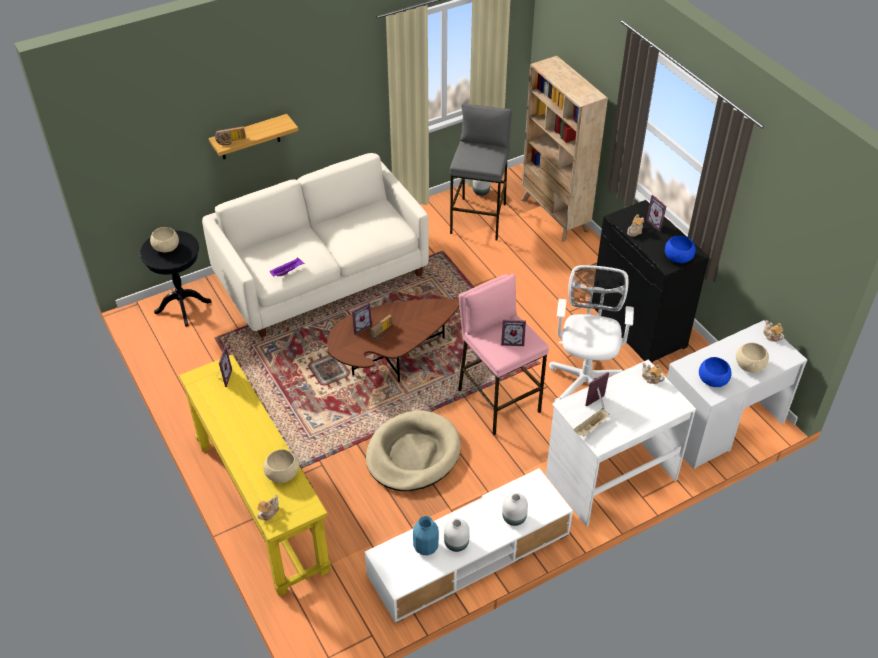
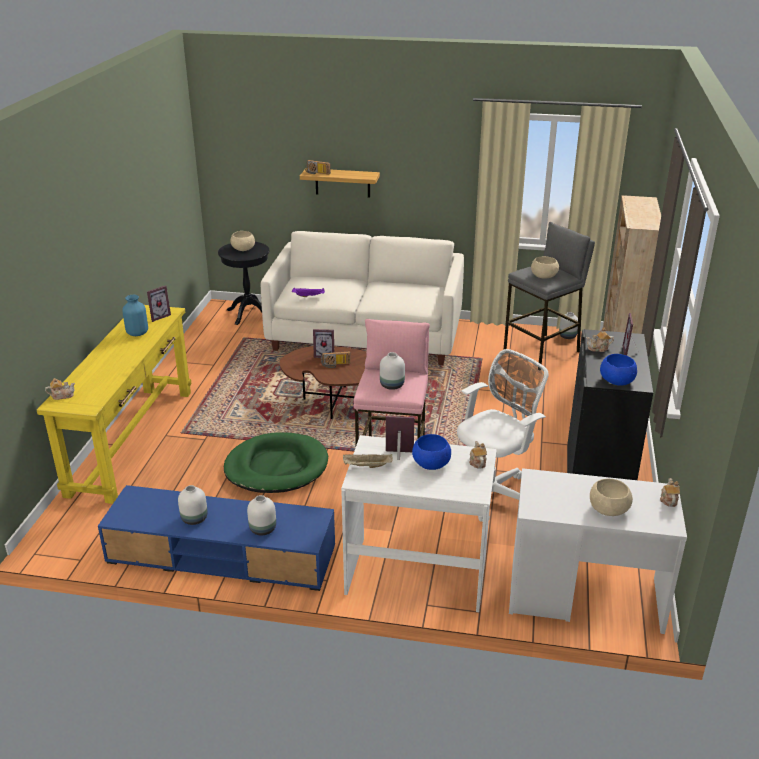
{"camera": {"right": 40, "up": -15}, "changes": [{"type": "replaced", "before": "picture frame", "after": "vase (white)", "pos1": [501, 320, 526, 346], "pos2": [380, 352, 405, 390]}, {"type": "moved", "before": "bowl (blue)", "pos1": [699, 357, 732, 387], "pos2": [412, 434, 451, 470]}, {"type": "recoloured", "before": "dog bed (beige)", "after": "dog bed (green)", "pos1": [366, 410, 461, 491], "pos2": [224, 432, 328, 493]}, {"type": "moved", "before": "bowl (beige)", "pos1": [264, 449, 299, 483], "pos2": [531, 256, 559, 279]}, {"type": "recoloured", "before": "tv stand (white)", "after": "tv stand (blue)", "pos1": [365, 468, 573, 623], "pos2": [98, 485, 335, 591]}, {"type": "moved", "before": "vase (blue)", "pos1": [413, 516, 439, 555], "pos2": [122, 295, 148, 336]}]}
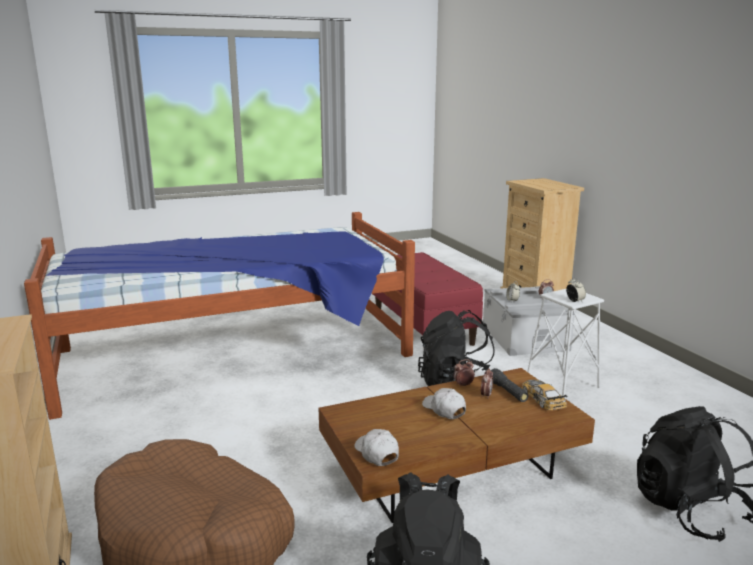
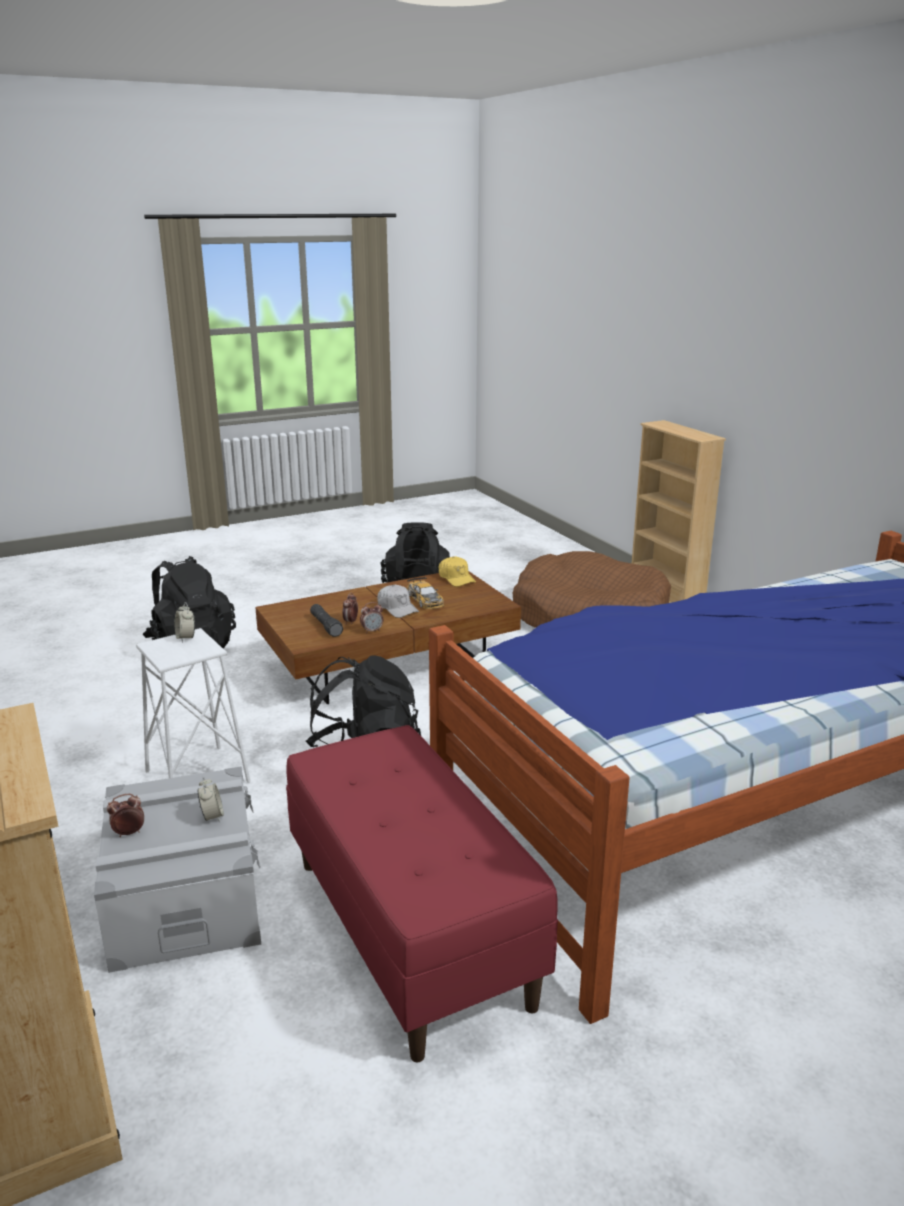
{"camera": {"right": 175, "up": 5}, "changes": [{"type": "moved", "before": "toy car", "pos1": [522, 380, 567, 410], "pos2": [407, 577, 444, 609]}, {"type": "recoloured", "before": "cap (white)", "after": "cap (yellow)", "pos1": [354, 429, 399, 466], "pos2": [439, 556, 476, 587]}]}
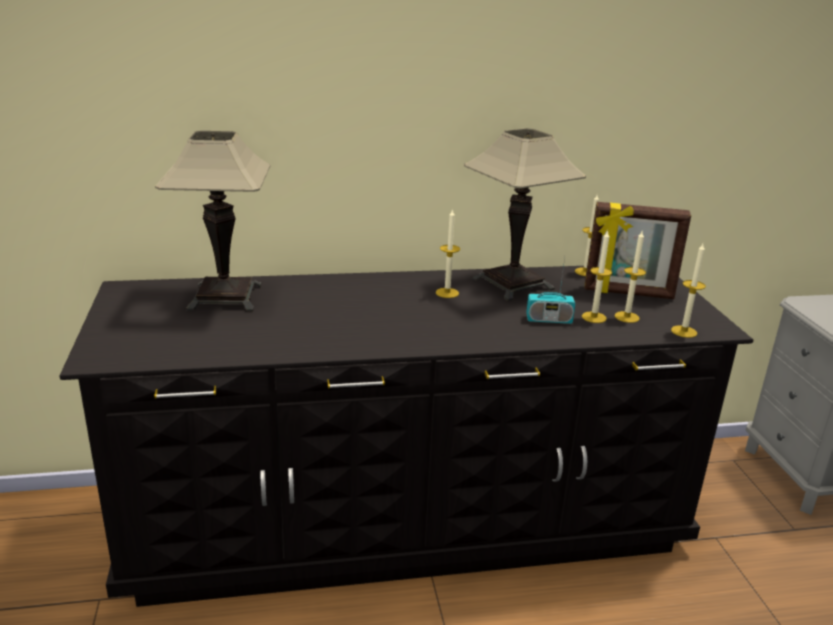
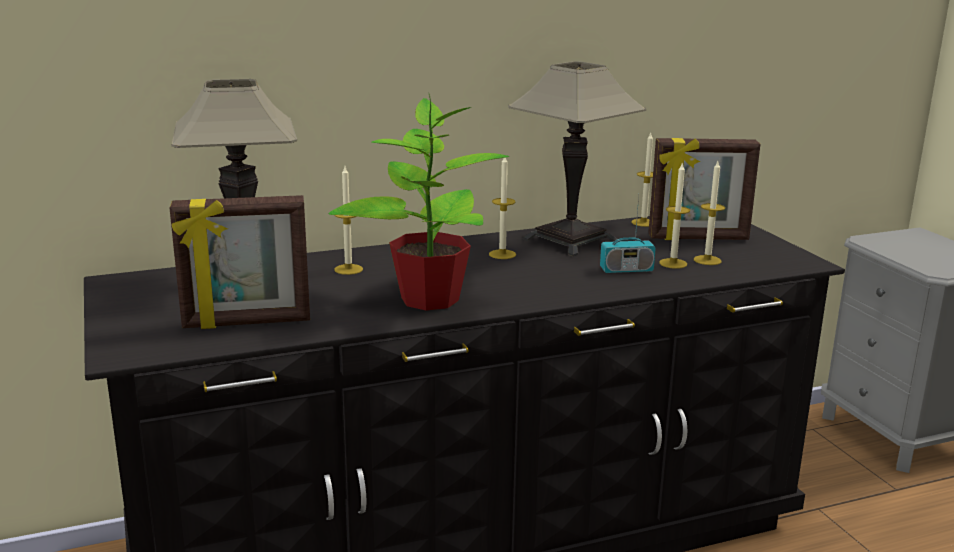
{"camera": {"right": -10, "up": -5}, "changes": [{"type": "moved", "before": "candle", "pos1": [671, 244, 706, 338], "pos2": [334, 167, 363, 275]}, {"type": "added", "after": "potted plant", "pos2": [329, 92, 509, 311]}, {"type": "added", "after": "picture frame", "pos2": [170, 195, 310, 329]}]}
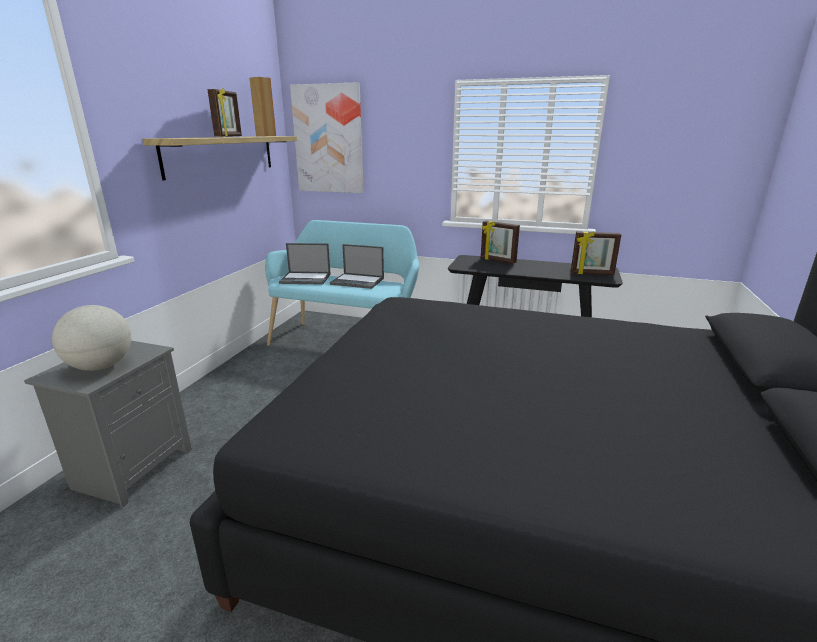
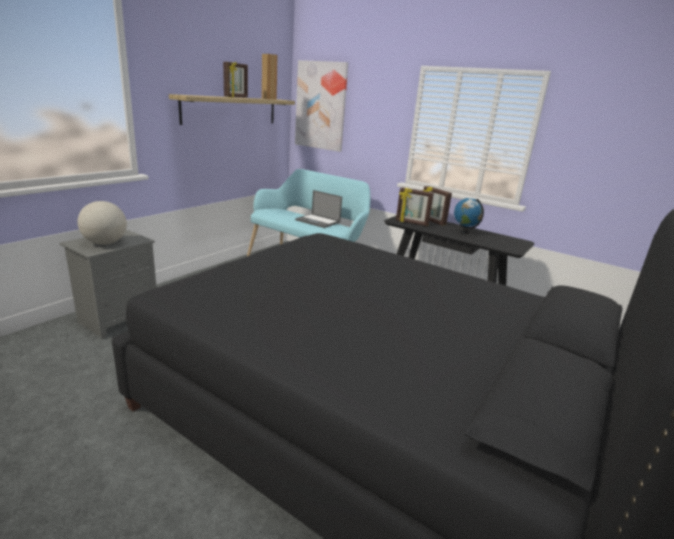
{"camera": {"right": 15, "up": 0}, "changes": [{"type": "moved", "before": "picture frame", "pos1": [571, 231, 621, 275], "pos2": [396, 187, 434, 226]}, {"type": "removed", "before": "laptop", "pos1": [279, 243, 331, 285]}, {"type": "added", "after": "globe", "pos2": [454, 198, 484, 234]}]}
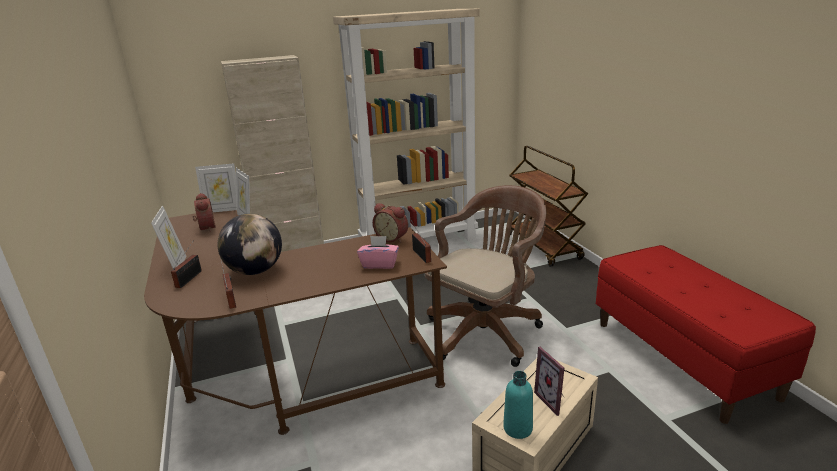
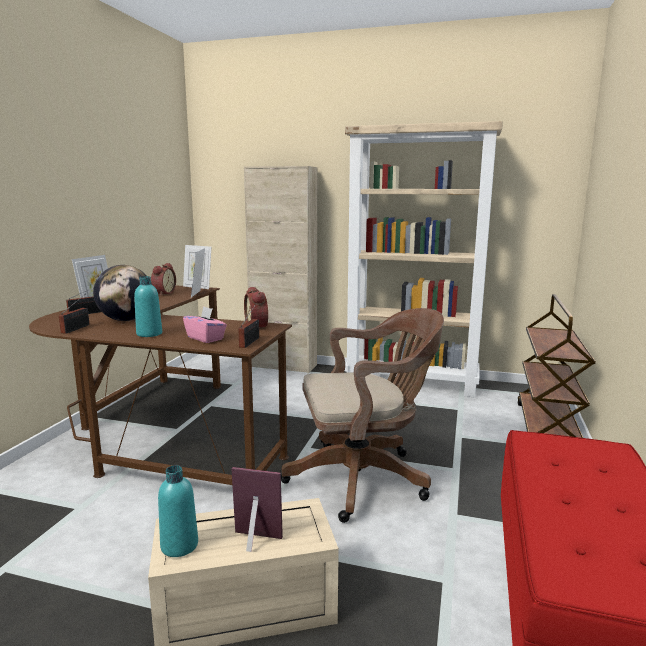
{"camera": {"right": 35, "up": -10}, "changes": [{"type": "turned", "before": "picture frame", "pos1": [534, 347, 565, 416], "pos2": [231, 467, 283, 552], "turn": 90}, {"type": "added", "after": "bottle (turquoise)", "pos2": [134, 276, 162, 337]}]}
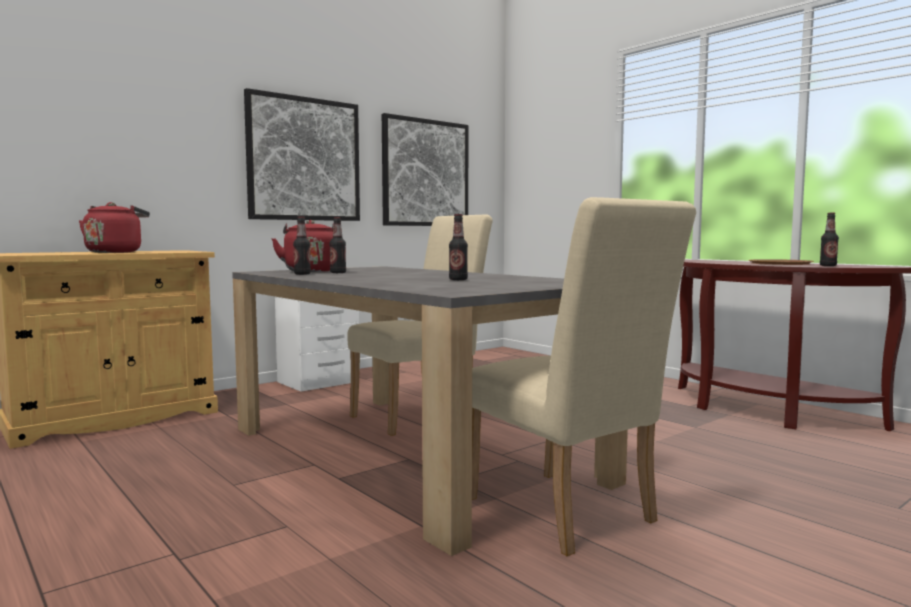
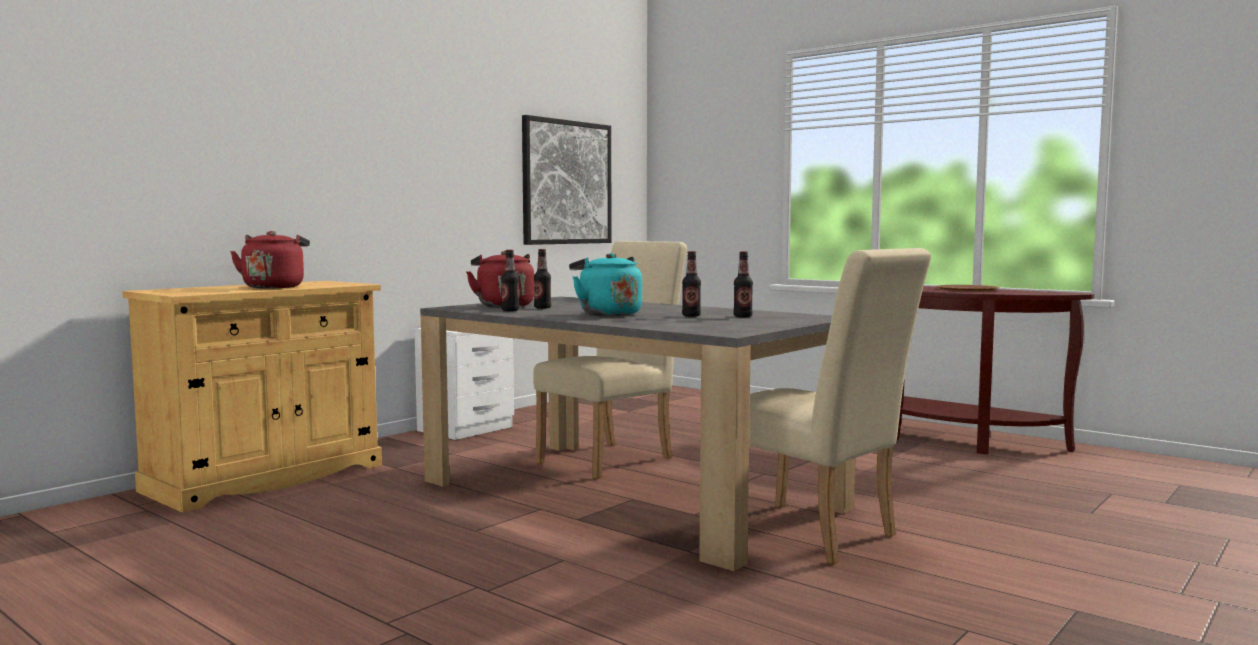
{"camera": {"right": -10, "up": 0}, "changes": [{"type": "removed", "before": "picture", "pos1": [244, 88, 360, 221]}, {"type": "moved", "before": "bottle", "pos1": [820, 213, 839, 266], "pos2": [733, 251, 753, 317]}, {"type": "added", "after": "kettle (turquoise)", "pos2": [569, 253, 642, 316]}]}
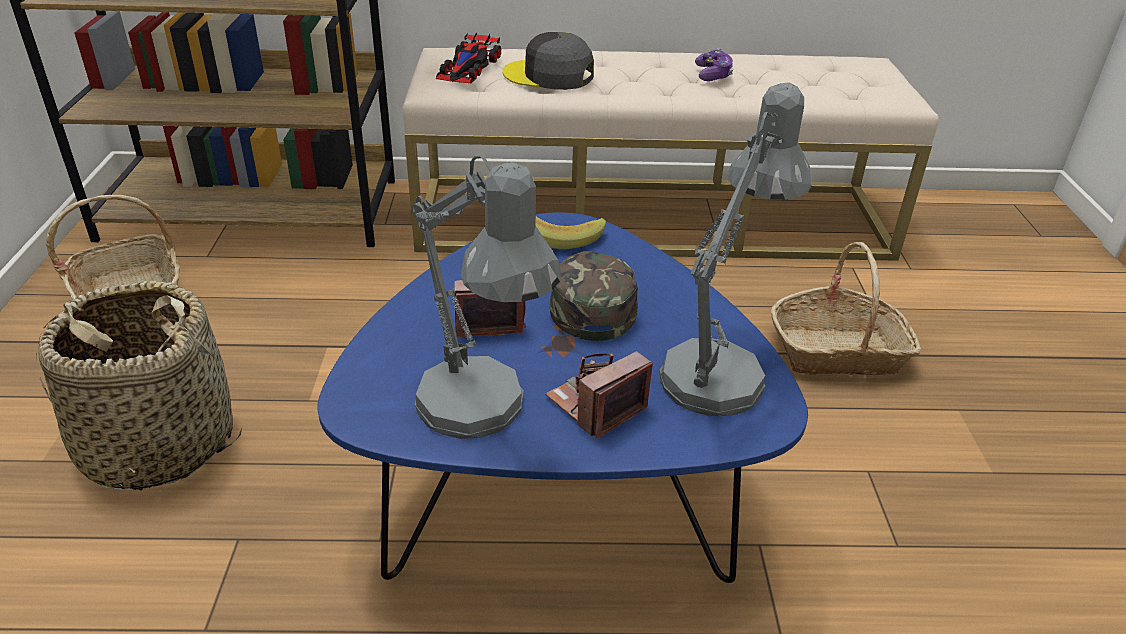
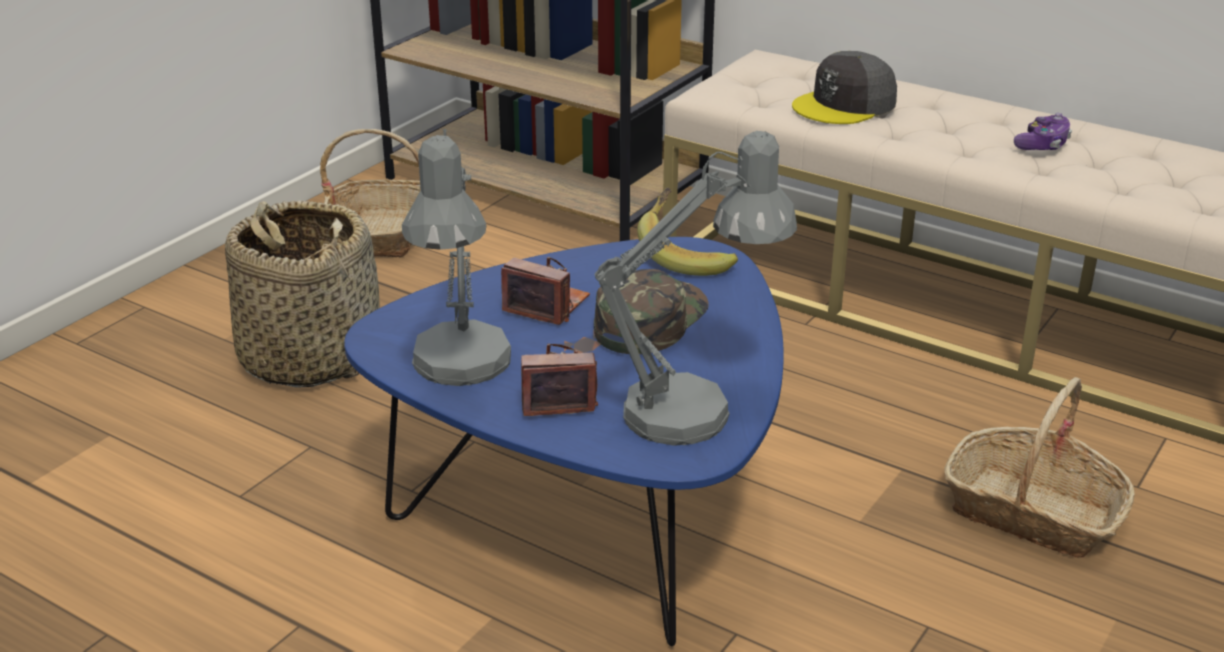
{"camera": {"right": 35, "up": -5}, "changes": [{"type": "removed", "before": "toy car", "pos1": [436, 32, 501, 83]}, {"type": "turned", "before": "cap (grey)", "pos1": [502, 32, 594, 90], "pos2": [792, 51, 897, 124], "turn": -90}]}
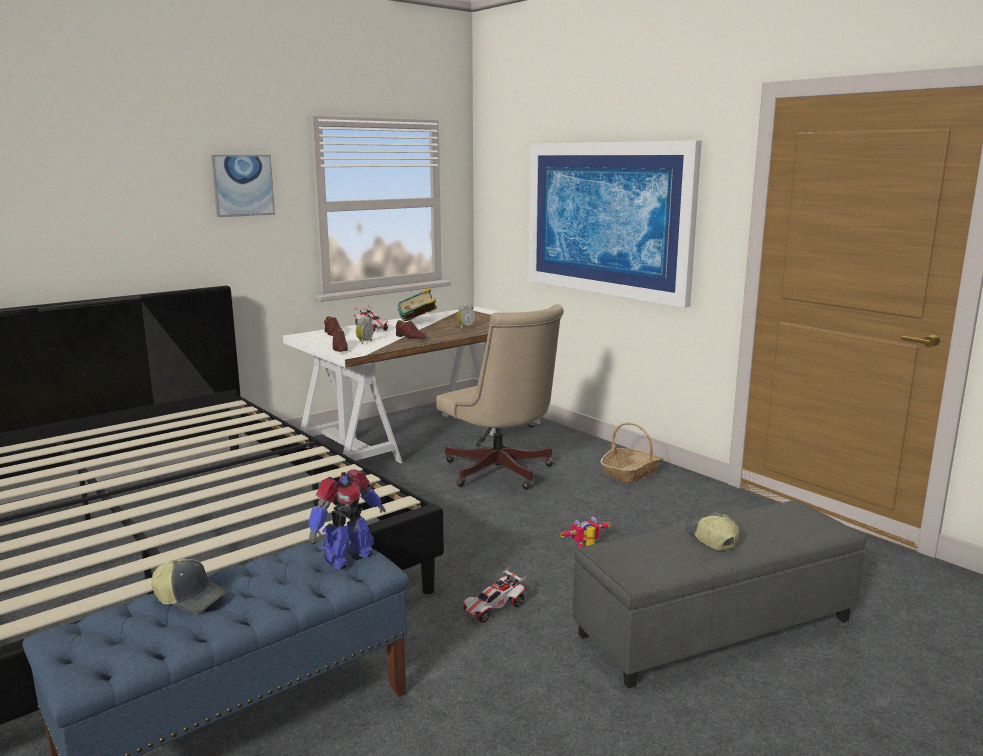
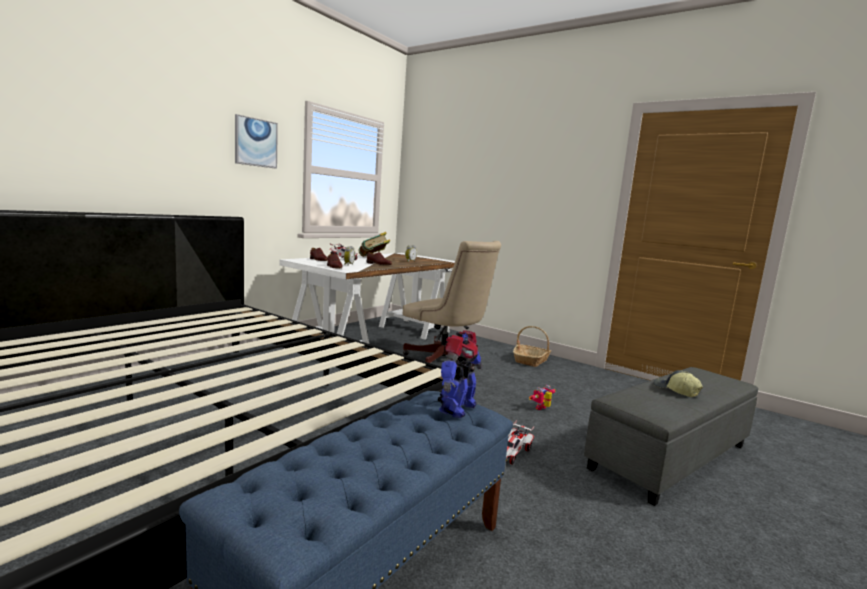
{"camera": {"right": -15, "up": -5}, "changes": [{"type": "removed", "before": "picture", "pos1": [528, 140, 702, 308]}, {"type": "removed", "before": "cap", "pos1": [151, 559, 227, 613]}]}
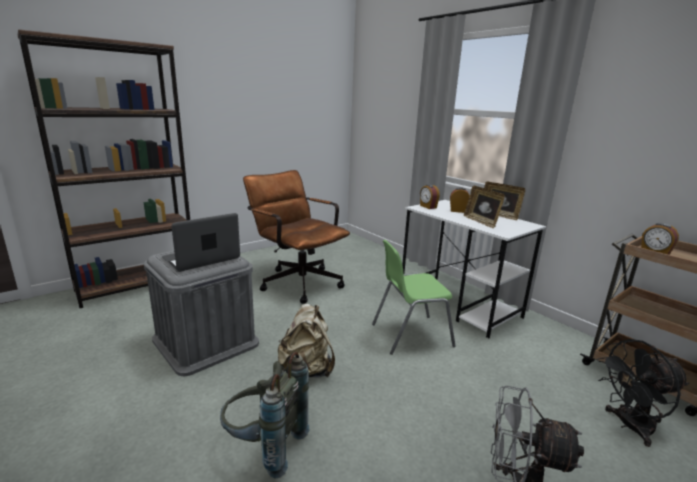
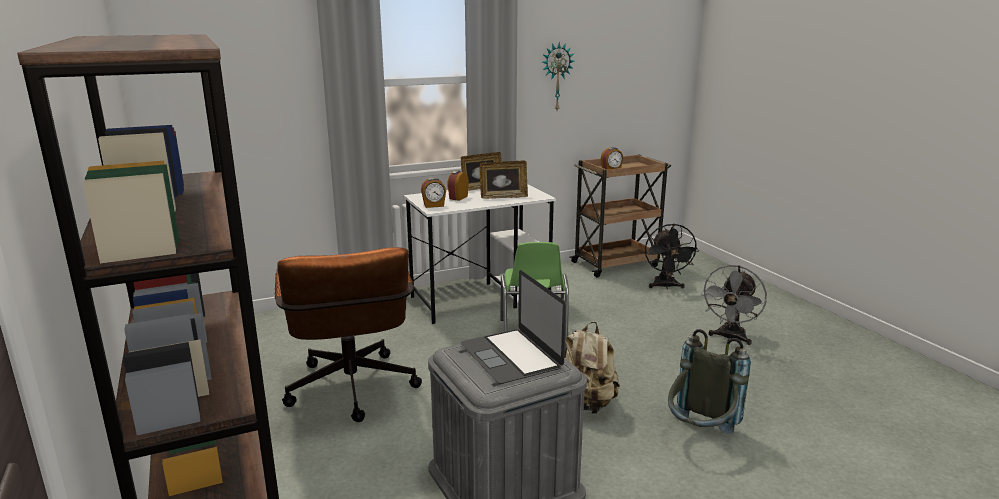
{"camera": {"right": -75, "up": 0}, "changes": [{"type": "turned", "before": "office chair (brown)", "pos1": [243, 170, 350, 304], "pos2": [275, 247, 422, 422], "turn": -75}, {"type": "added", "after": "wall clock", "pos2": [542, 42, 574, 110]}]}
